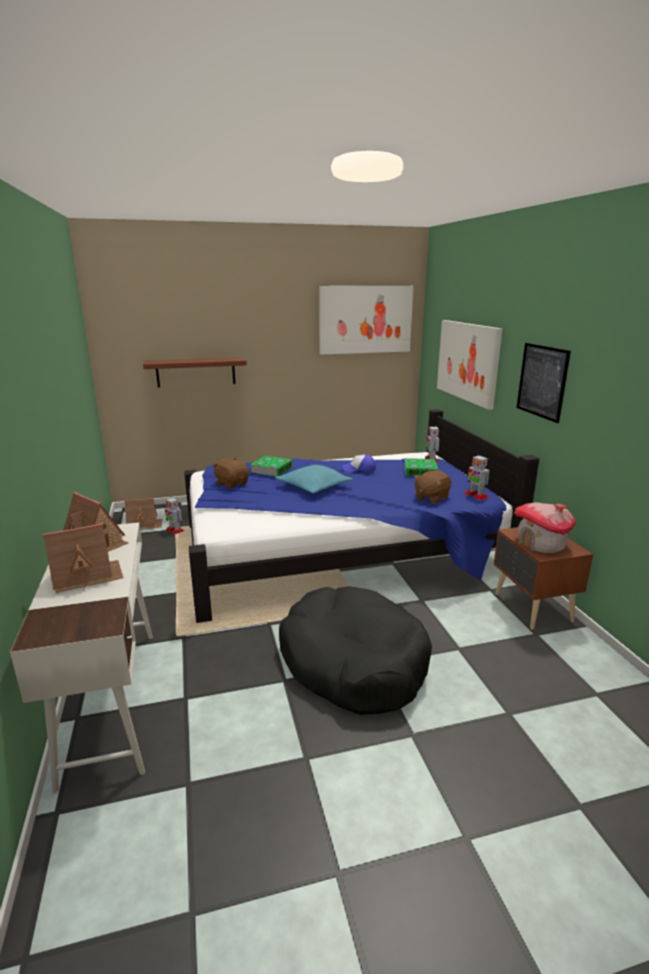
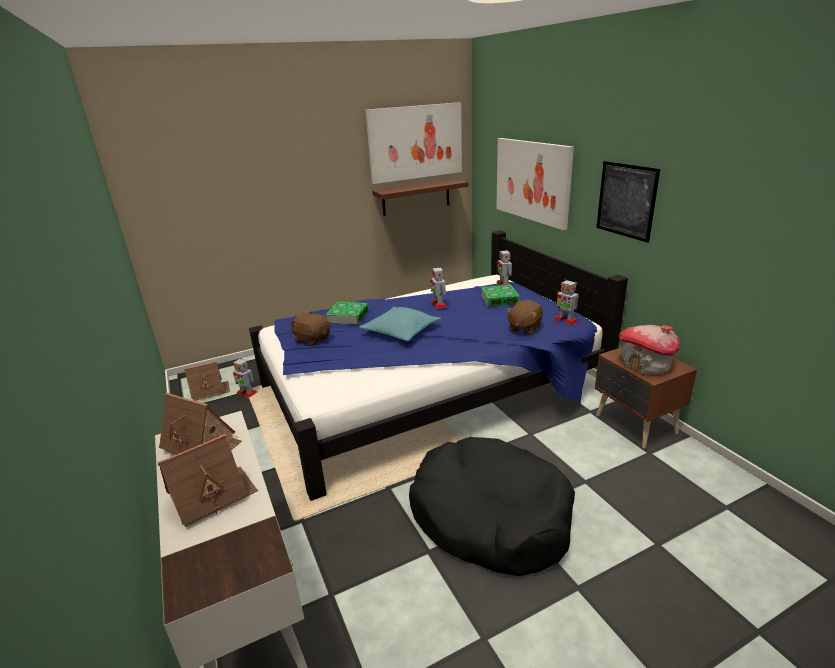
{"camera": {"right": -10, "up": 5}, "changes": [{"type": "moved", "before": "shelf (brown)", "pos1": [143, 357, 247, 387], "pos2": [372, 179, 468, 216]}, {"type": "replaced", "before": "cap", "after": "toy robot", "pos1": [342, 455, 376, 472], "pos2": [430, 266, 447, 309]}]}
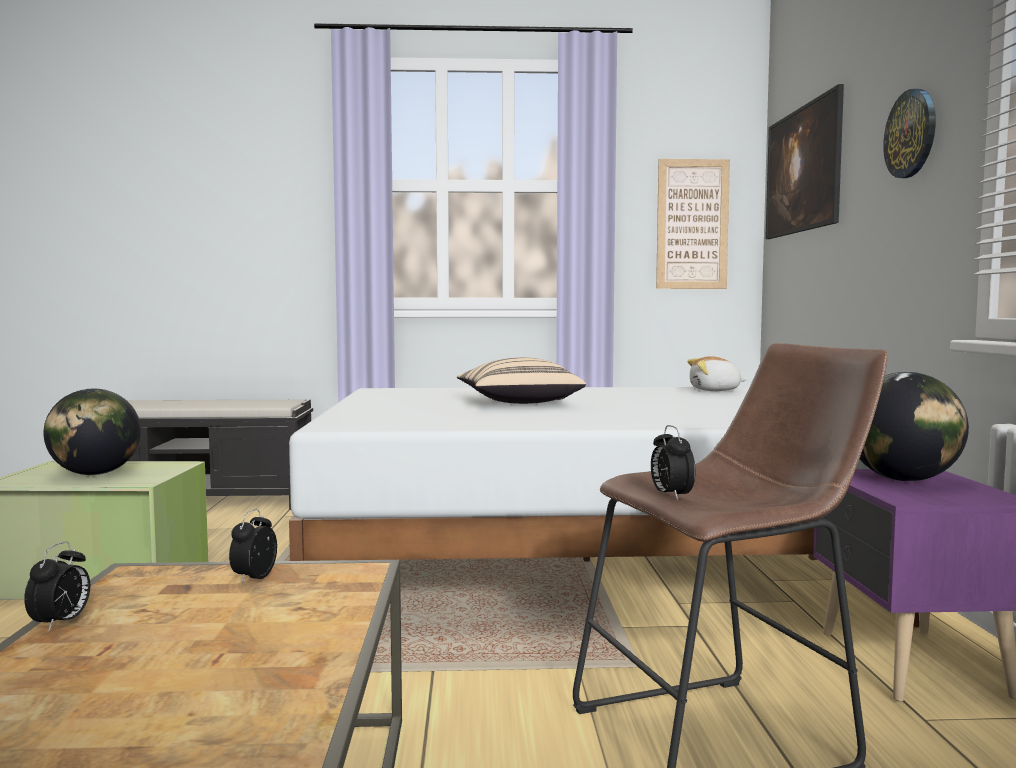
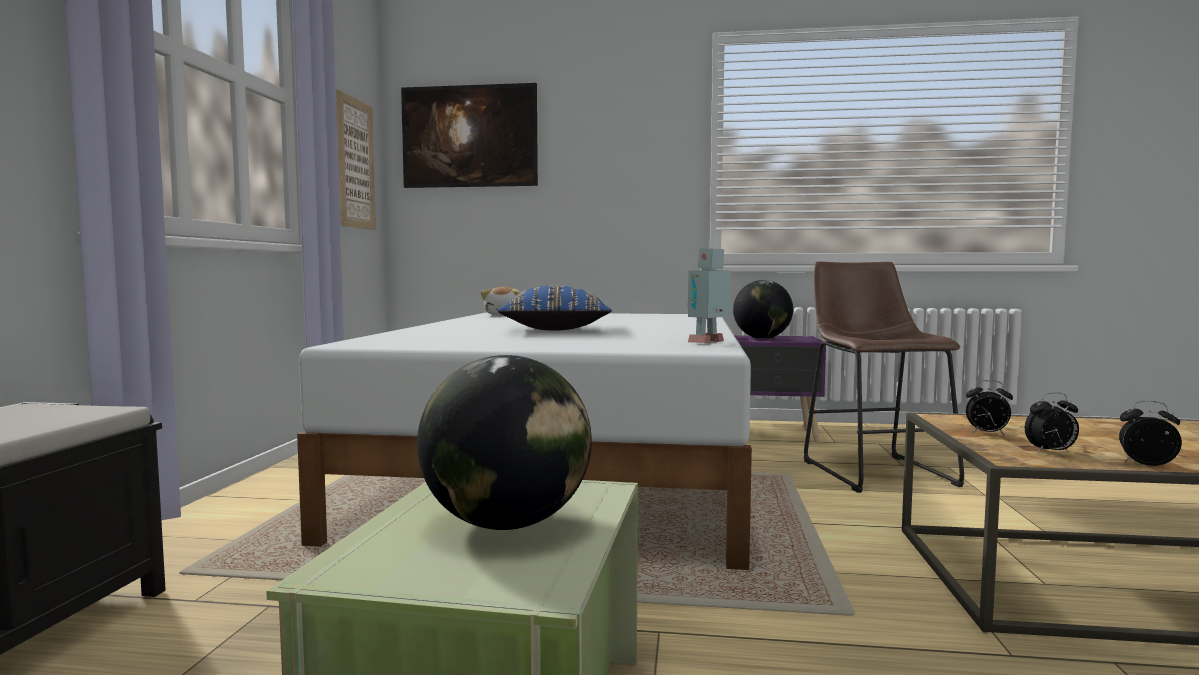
{"camera": {"right": -80, "up": 0}, "changes": [{"type": "removed", "before": "wall clock", "pos1": [883, 89, 936, 178]}, {"type": "recoloured", "before": "pillow (beige)", "after": "pillow (blue)", "pos1": [457, 357, 586, 404], "pos2": [498, 286, 612, 331]}, {"type": "moved", "before": "alarm clock", "pos1": [651, 425, 695, 500], "pos2": [1025, 392, 1079, 453]}, {"type": "added", "after": "toy robot", "pos2": [688, 248, 731, 343]}]}
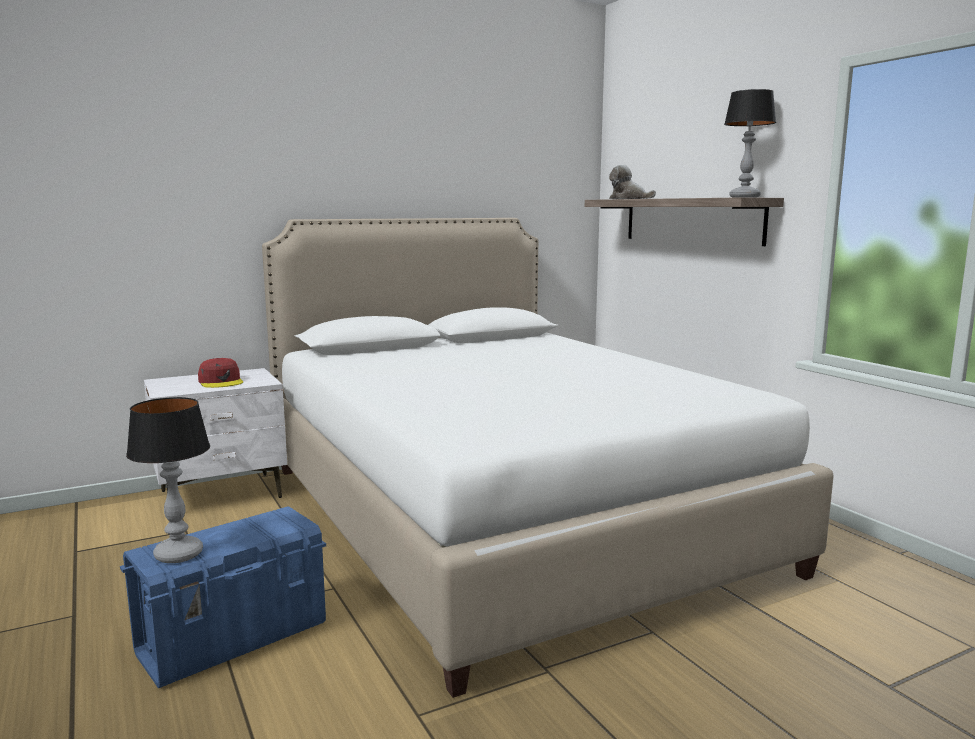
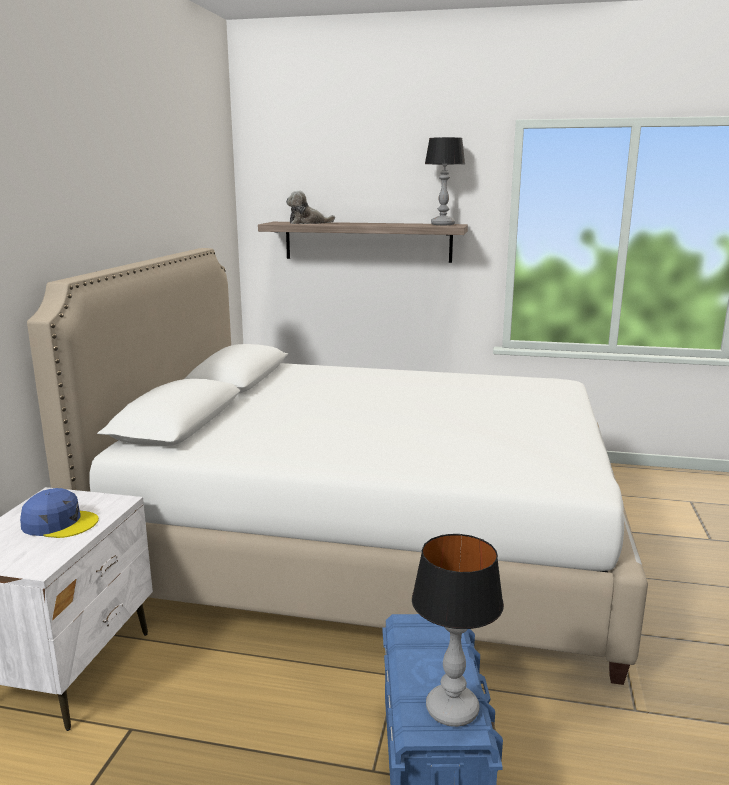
{"camera": {"right": -50, "up": 5}, "changes": [{"type": "recoloured", "before": "cap (red)", "after": "cap (blue)", "pos1": [198, 358, 243, 388], "pos2": [20, 488, 99, 538]}]}
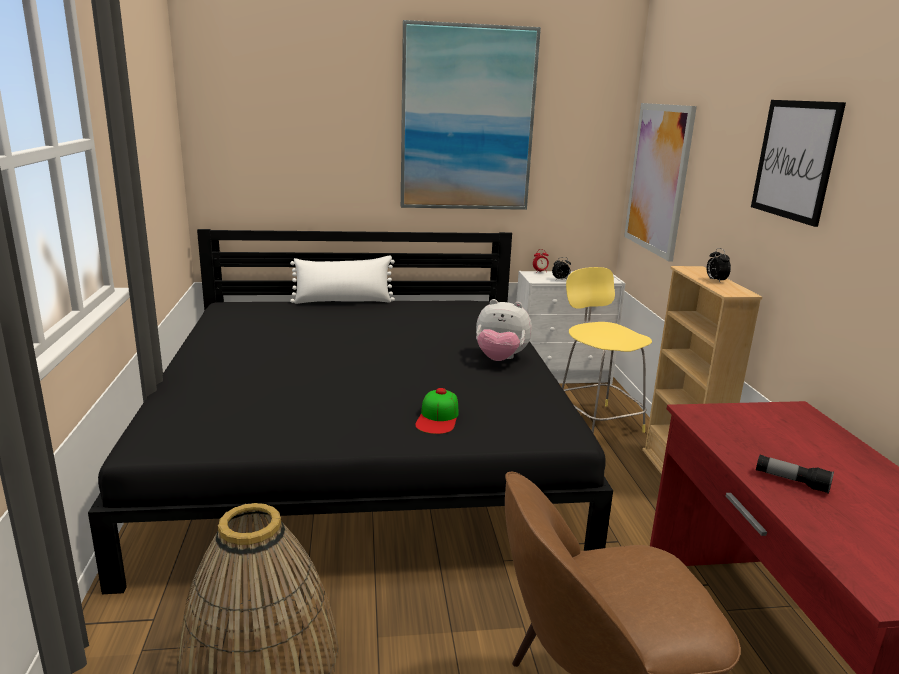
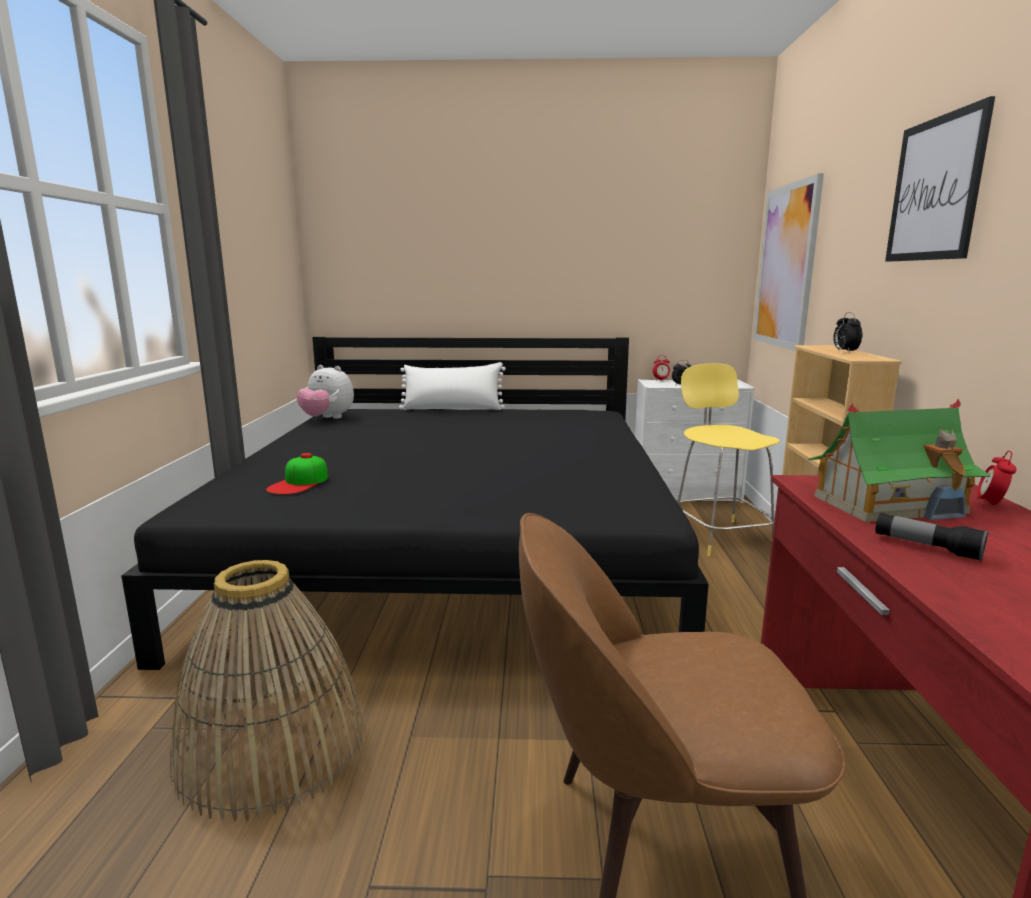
{"camera": {"right": 10, "up": -5}, "changes": [{"type": "removed", "before": "picture", "pos1": [401, 20, 541, 210]}, {"type": "moved", "before": "plush toy", "pos1": [476, 299, 532, 361], "pos2": [297, 365, 354, 419]}, {"type": "moved", "before": "cap", "pos1": [415, 388, 459, 434], "pos2": [266, 453, 328, 494]}, {"type": "added", "after": "toy house", "pos2": [808, 399, 990, 522]}, {"type": "added", "after": "alarm clock", "pos2": [977, 451, 1017, 507]}]}
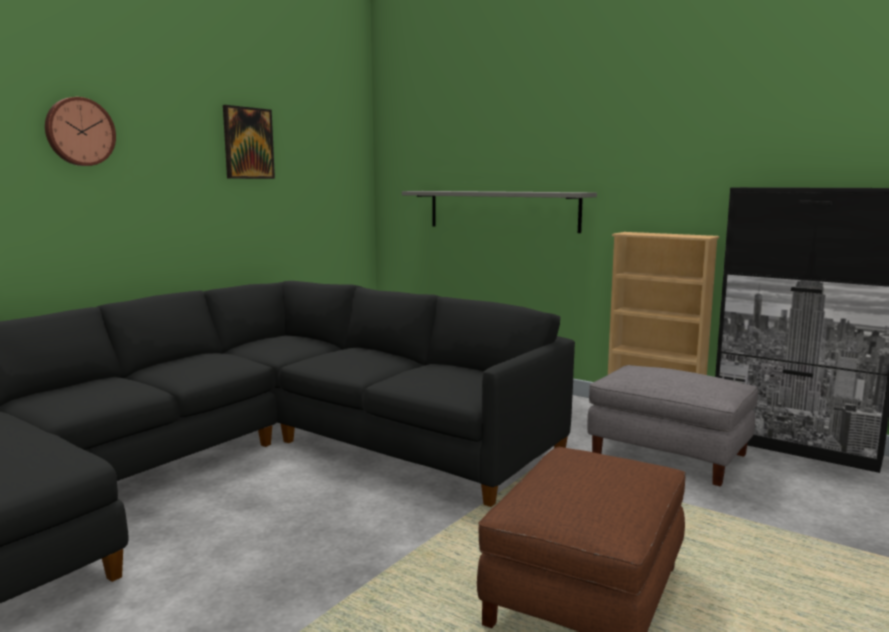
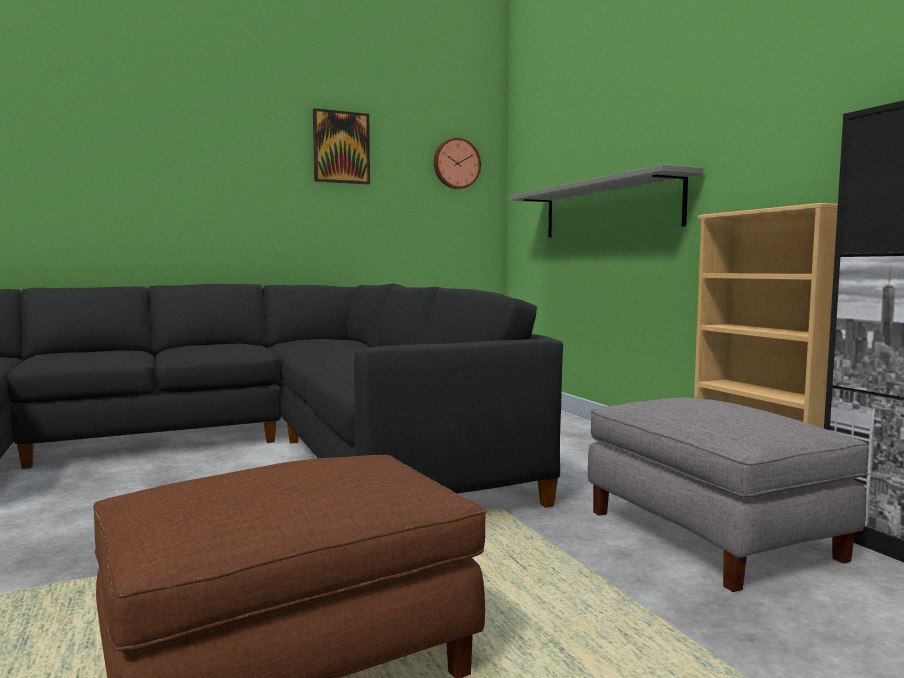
{"camera": {"right": 30, "up": -5}, "changes": [{"type": "moved", "before": "wall clock", "pos1": [45, 97, 116, 166], "pos2": [434, 138, 481, 189]}]}
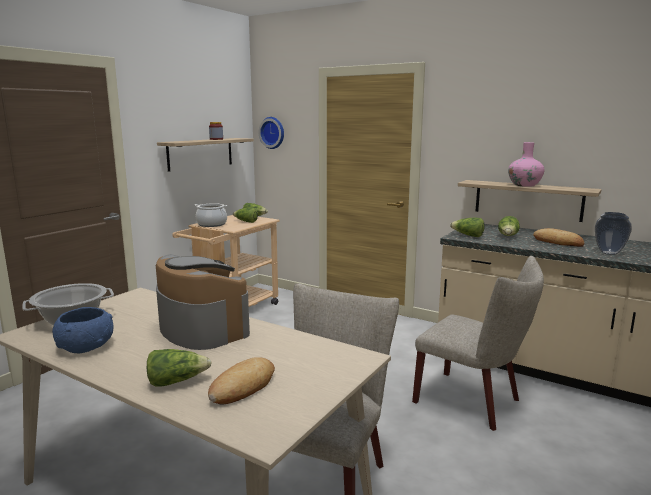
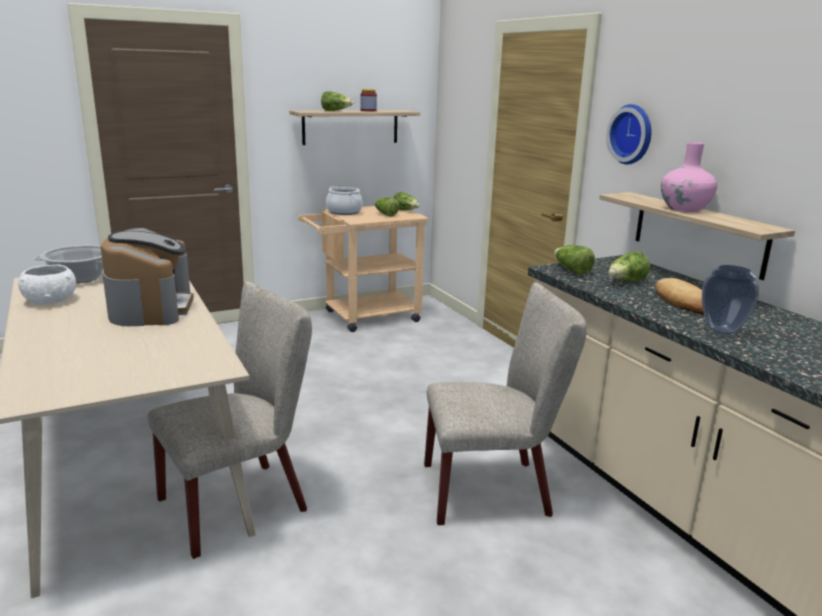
{"camera": {"right": 30, "up": 5}, "changes": [{"type": "moved", "before": "wall clock", "pos1": [259, 117, 284, 149], "pos2": [606, 104, 651, 165]}, {"type": "turned", "before": "chair (beige)", "pos1": [412, 256, 544, 431], "pos2": [424, 282, 587, 525], "turn": -75}, {"type": "recoloured", "before": "bowl (blue)", "after": "bowl (white)", "pos1": [52, 307, 113, 353], "pos2": [18, 264, 76, 305]}, {"type": "moved", "before": "lettuce", "pos1": [147, 349, 212, 386], "pos2": [321, 91, 353, 111]}, {"type": "removed", "before": "bread", "pos1": [208, 357, 275, 404]}]}
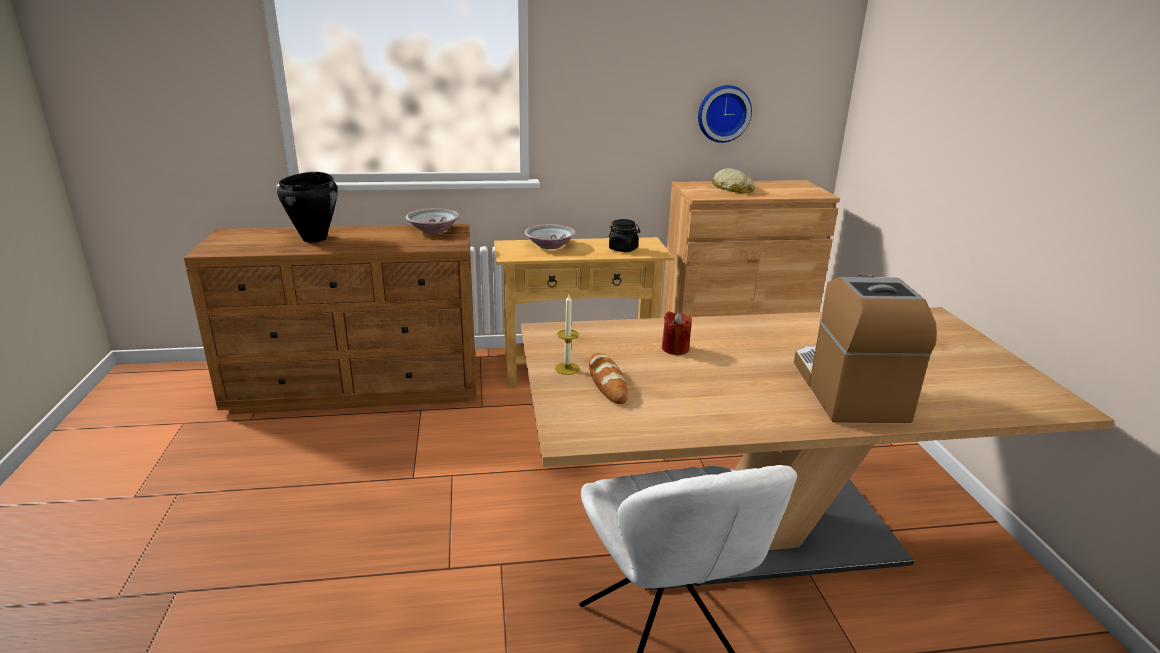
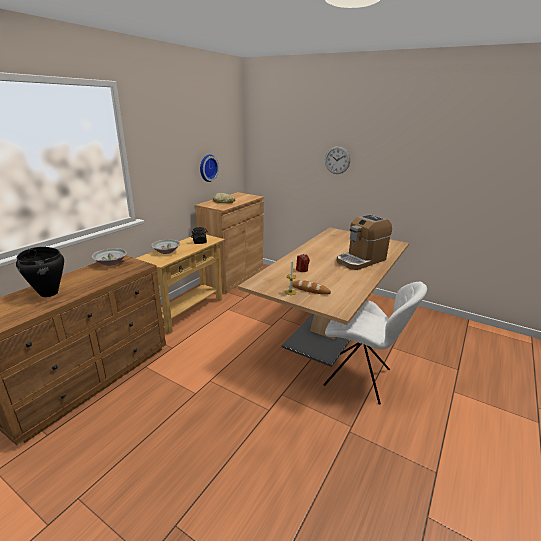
{"camera": {"right": -50, "up": 0}, "changes": [{"type": "turned", "before": "coffee machine", "pos1": [794, 275, 937, 423], "pos2": [336, 214, 392, 270], "turn": -75}, {"type": "added", "after": "wall clock", "pos2": [325, 146, 350, 174]}]}
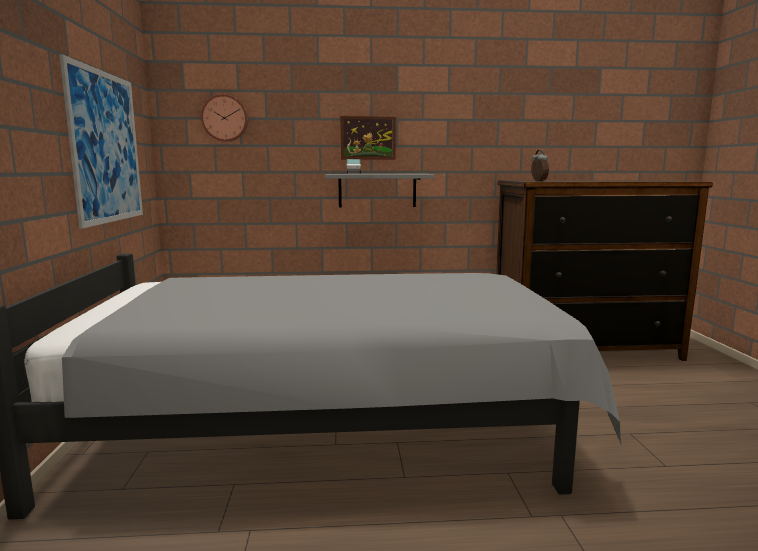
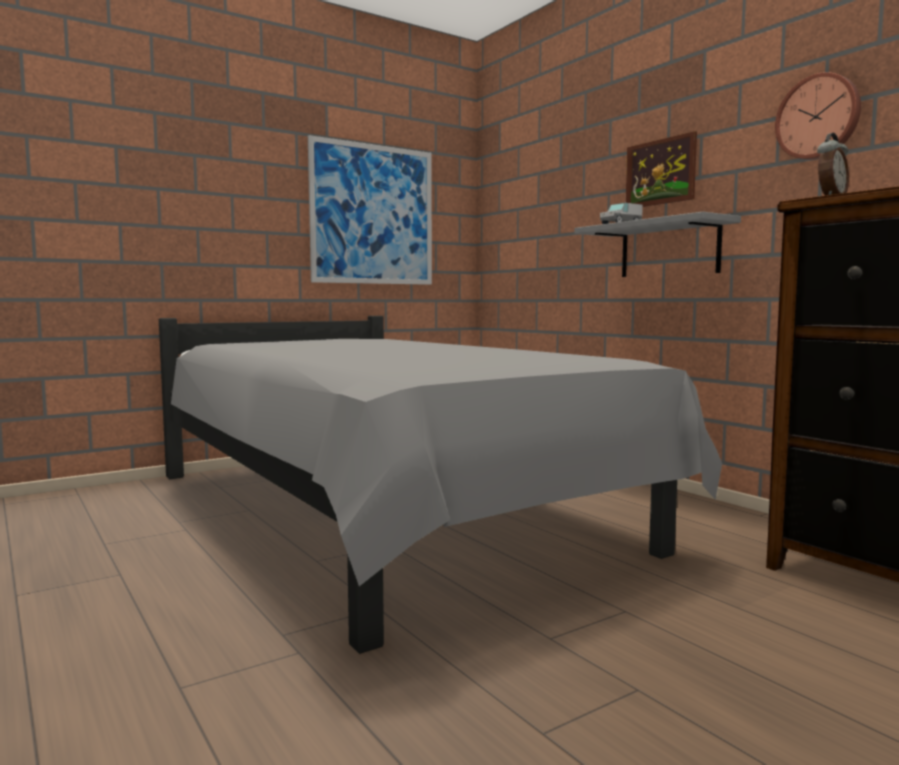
{"camera": {"right": 60, "up": -5}, "changes": [{"type": "moved", "before": "wall clock", "pos1": [201, 94, 248, 142], "pos2": [775, 72, 861, 160]}]}
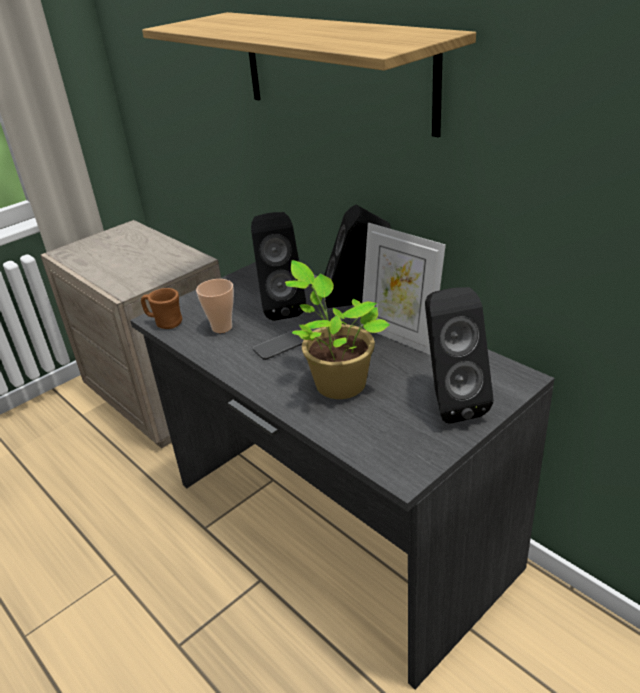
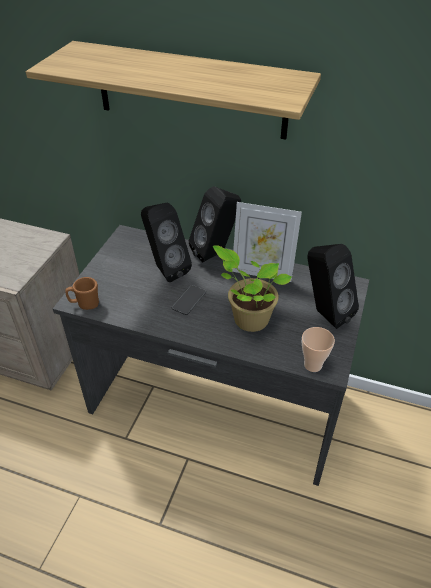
{"camera": {"right": -30, "up": 10}, "changes": [{"type": "moved", "before": "cup", "pos1": [196, 279, 234, 333], "pos2": [302, 327, 335, 372]}]}
